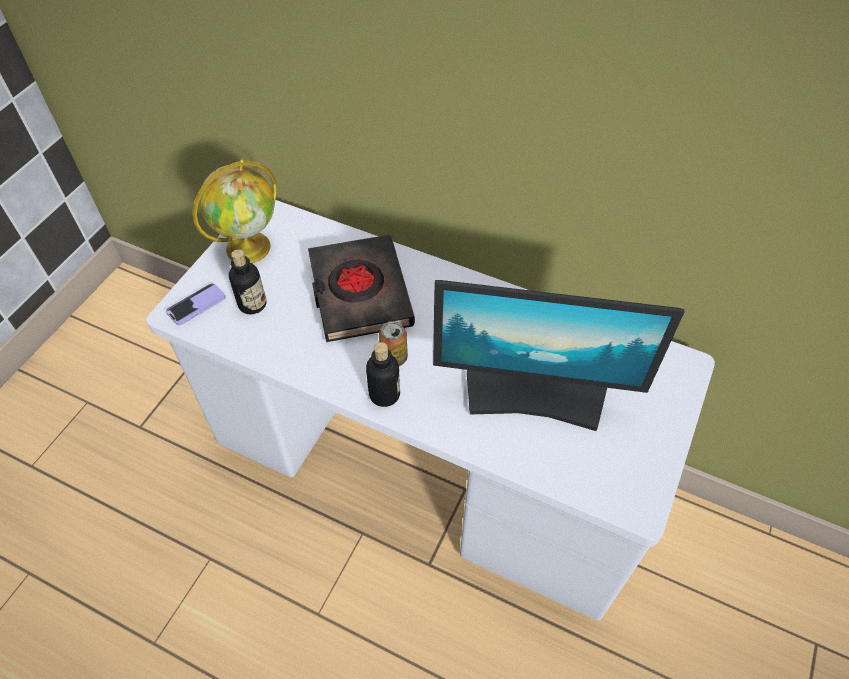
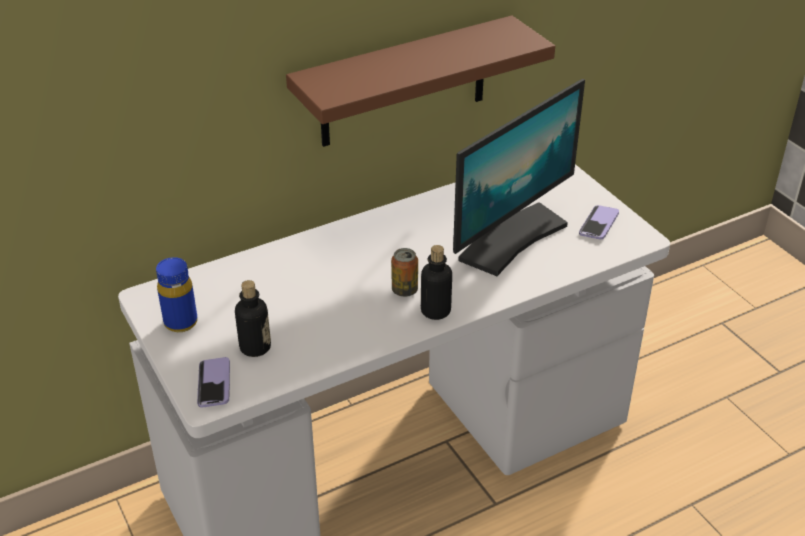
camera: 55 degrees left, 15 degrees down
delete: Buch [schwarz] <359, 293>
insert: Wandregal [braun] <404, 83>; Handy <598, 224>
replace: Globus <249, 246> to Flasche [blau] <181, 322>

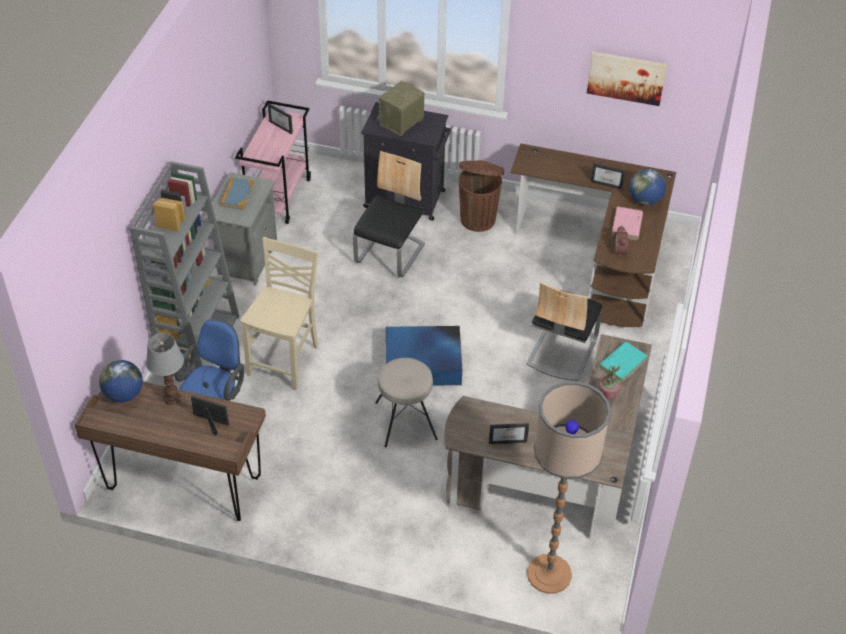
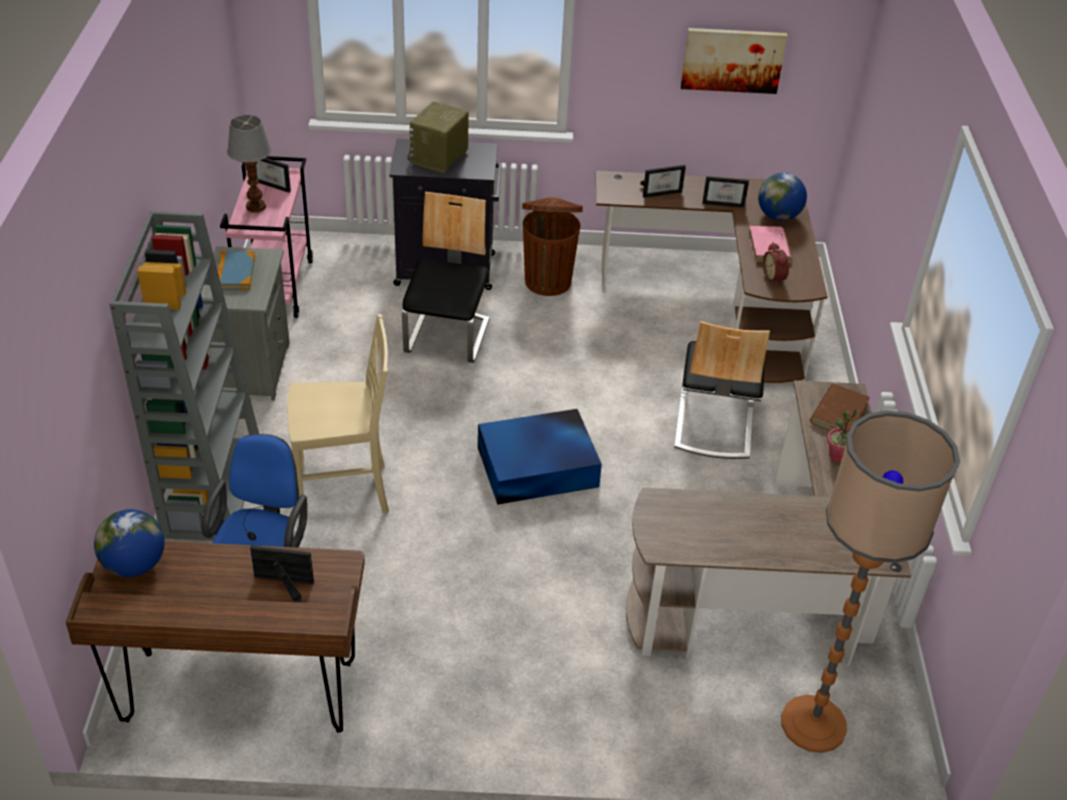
camera: 15 degrees left, 5 degrees down
delete: Hocker [beige] <405, 421>
move: Tischlampe <172, 399> to <256, 207>; Bilderrahmen <508, 439> to <661, 192>
recolor: Buch [türkis] <622, 363> to Buch [braun] <839, 412>
rotate: Stuhl [beige] <285, 360> = <344, 492> 75 degrees clockwise

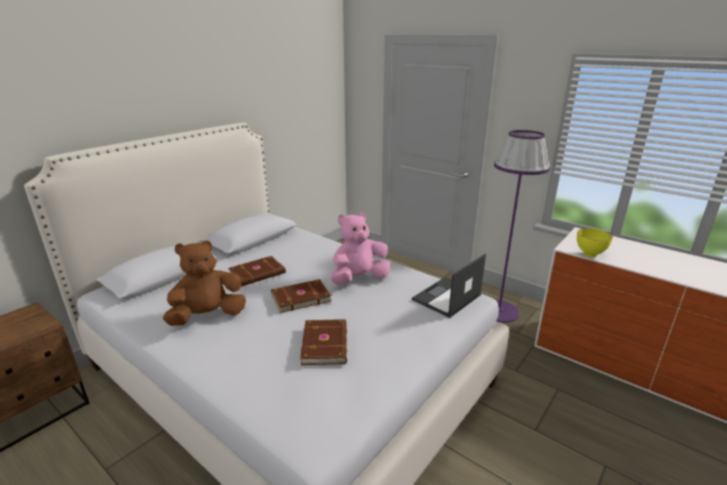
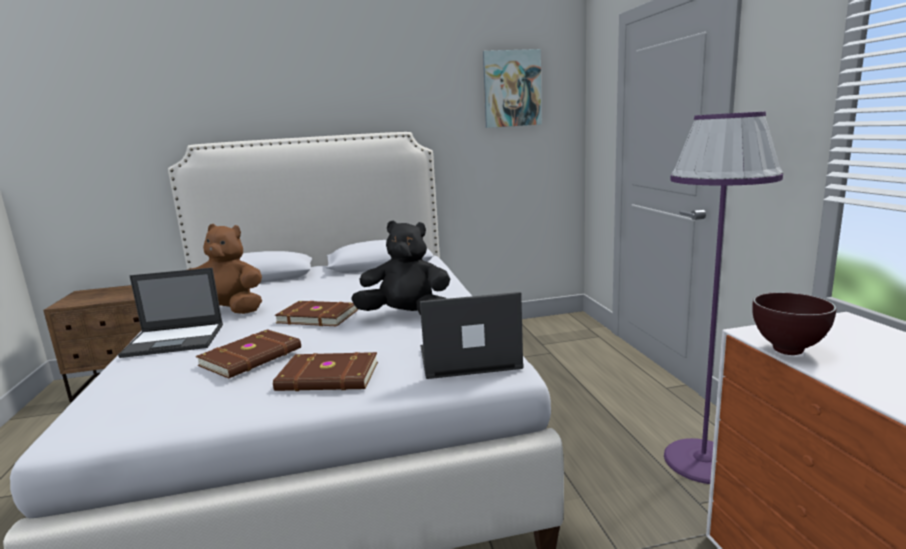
camera: 40 degrees right, 10 degrees down
insert: Laptop <176, 340>; Bild <512, 89>
move: Buch [braun] <258, 273> to <328, 377>
recolor: Plüschtier [rosa] <359, 279> to Plüschtier [schwarz] <407, 316>; Schüssel [gelb] <589, 255> to Schüssel [braun] <786, 351>

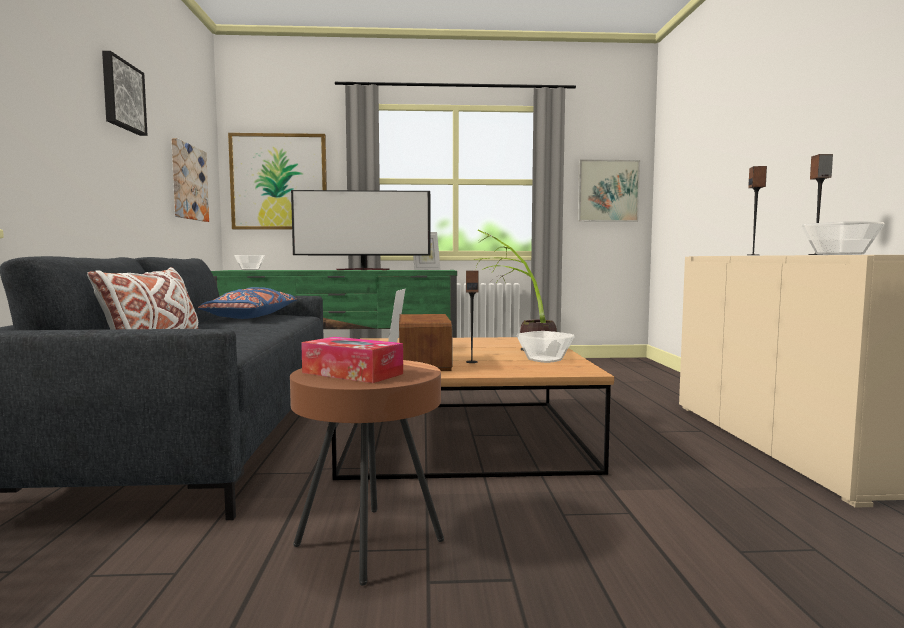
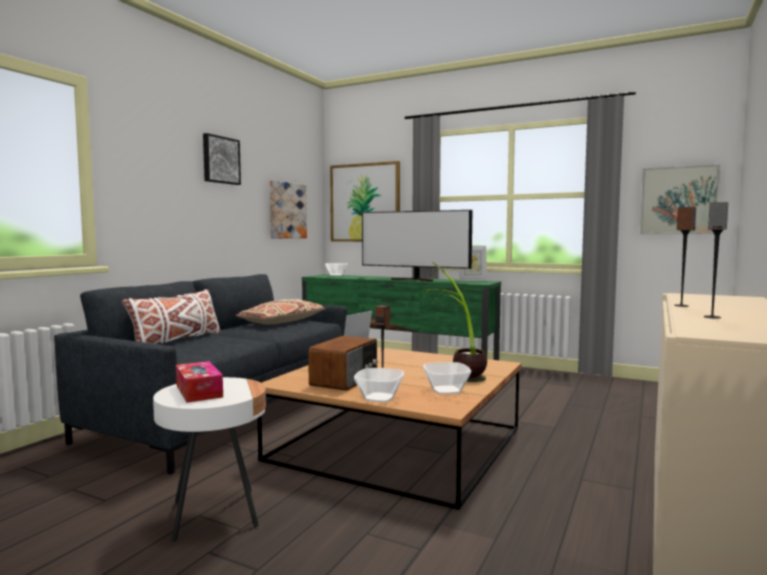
camera: 30 degrees right, 0 degrees up
move: Schüssel <839, 254> to <378, 398>
recolor: Kissen [blau] <252, 317> to Kissen [beige] <282, 322>; Beistelltisch [braun] <369, 543> to Beistelltisch [weiß] <215, 514>

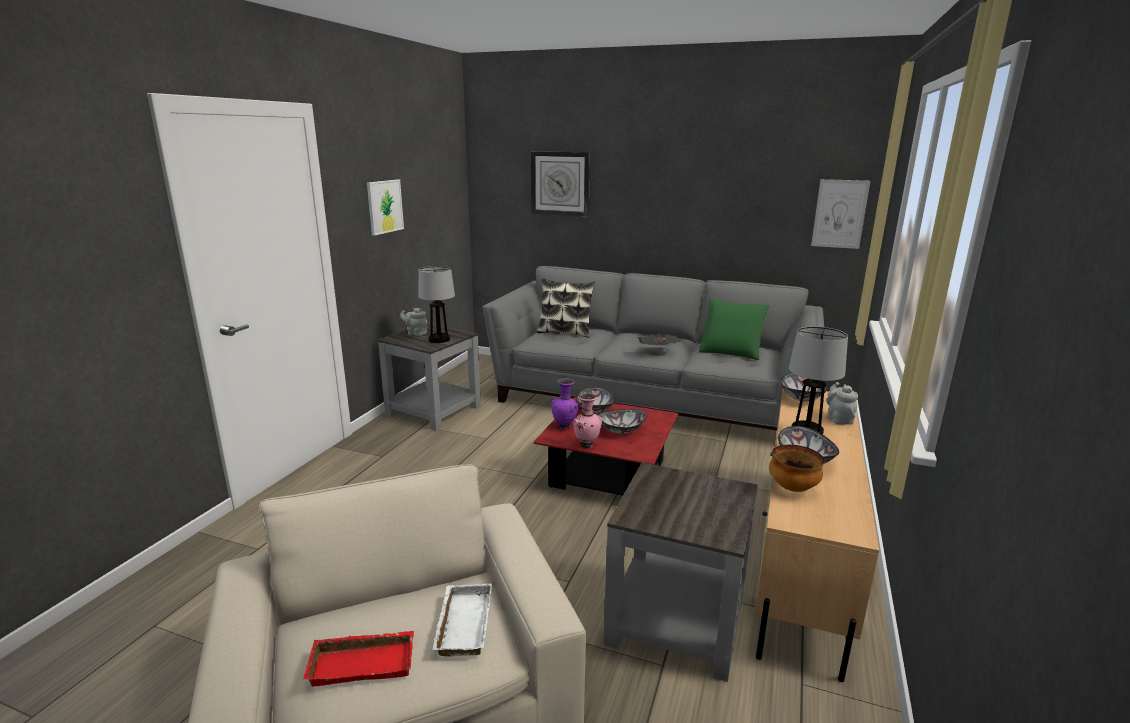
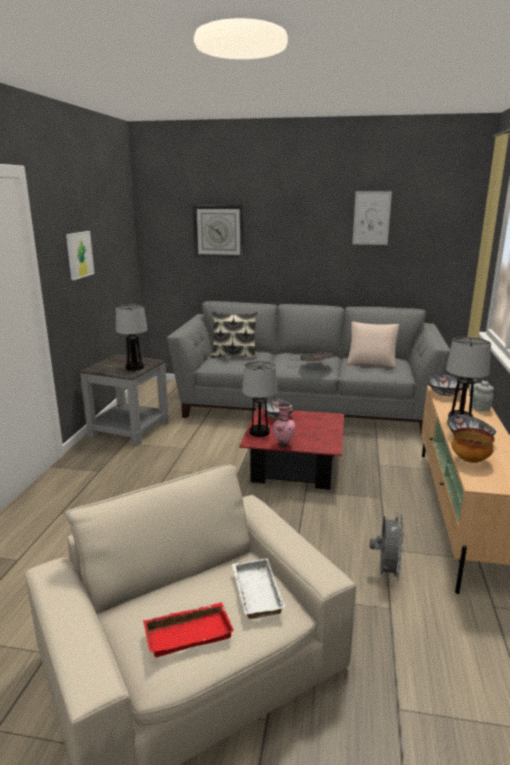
camera: 10 degrees left, 0 degrees up
delete: Teekanne [grau] <415, 333>; Schüssel <621, 430>
move: Bild <839, 214> to <371, 218>
replace: Vase [lila] <565, 427> to Tischlampe <259, 432>; Beistelltisch [grau] <675, 618> to Ventilator [grau] <386, 572>
recolor: Kissen [grün] <731, 351> to Kissen [beige] <371, 362>

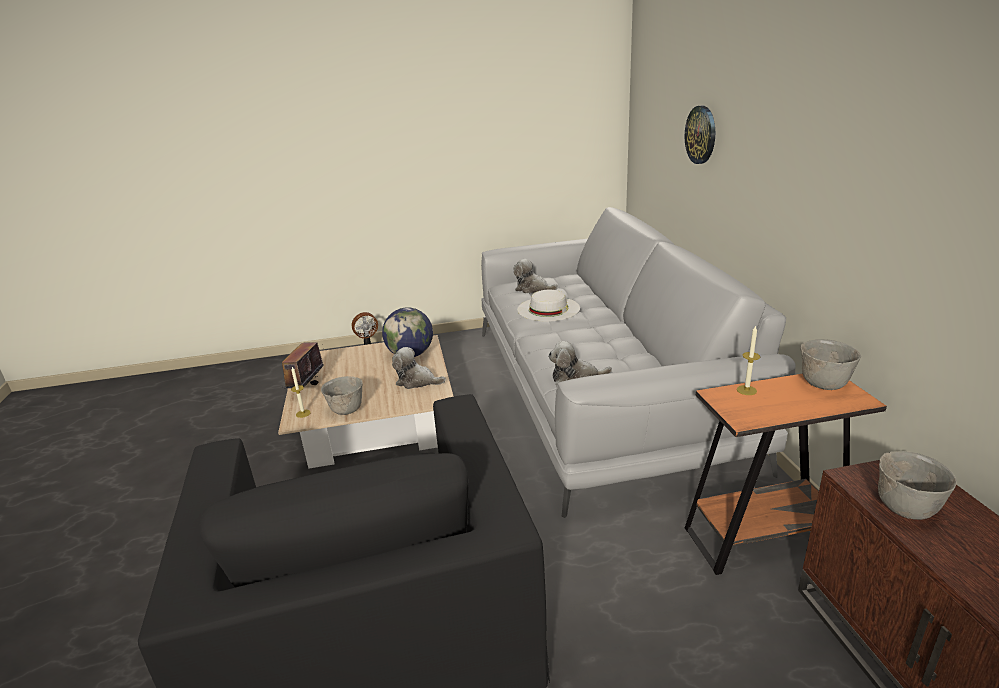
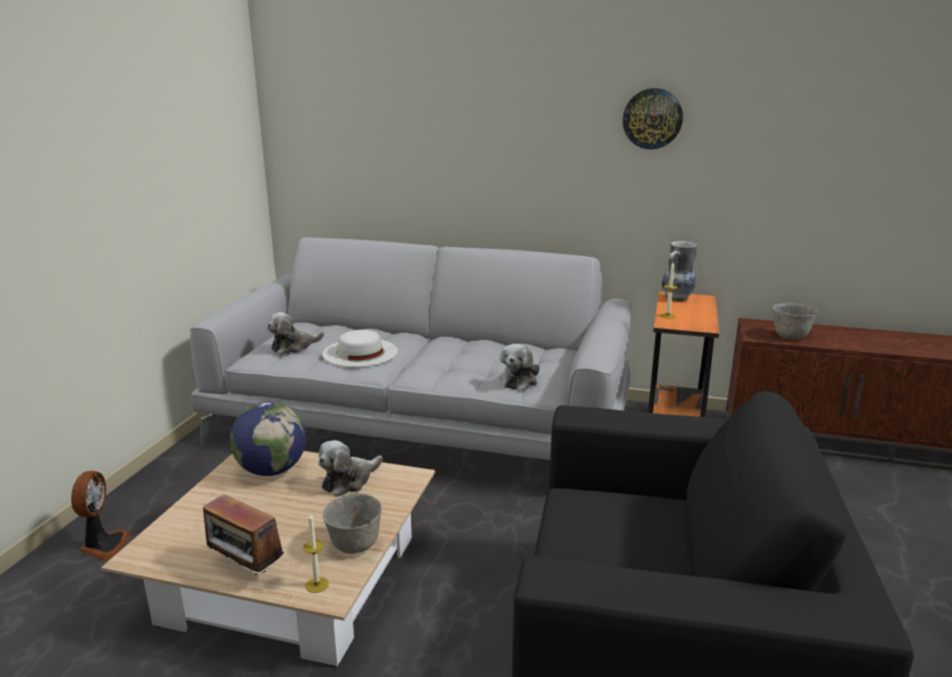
camera: 65 degrees left, 5 degrees down
move: Wanduhr <701, 135> to <652, 118>
replace: Schüssel [grau] <822, 384> to Vase <677, 298>

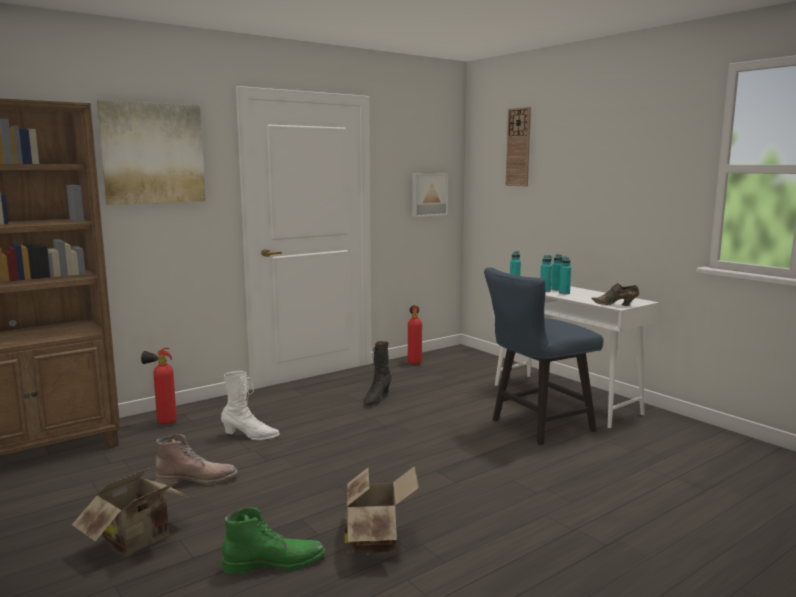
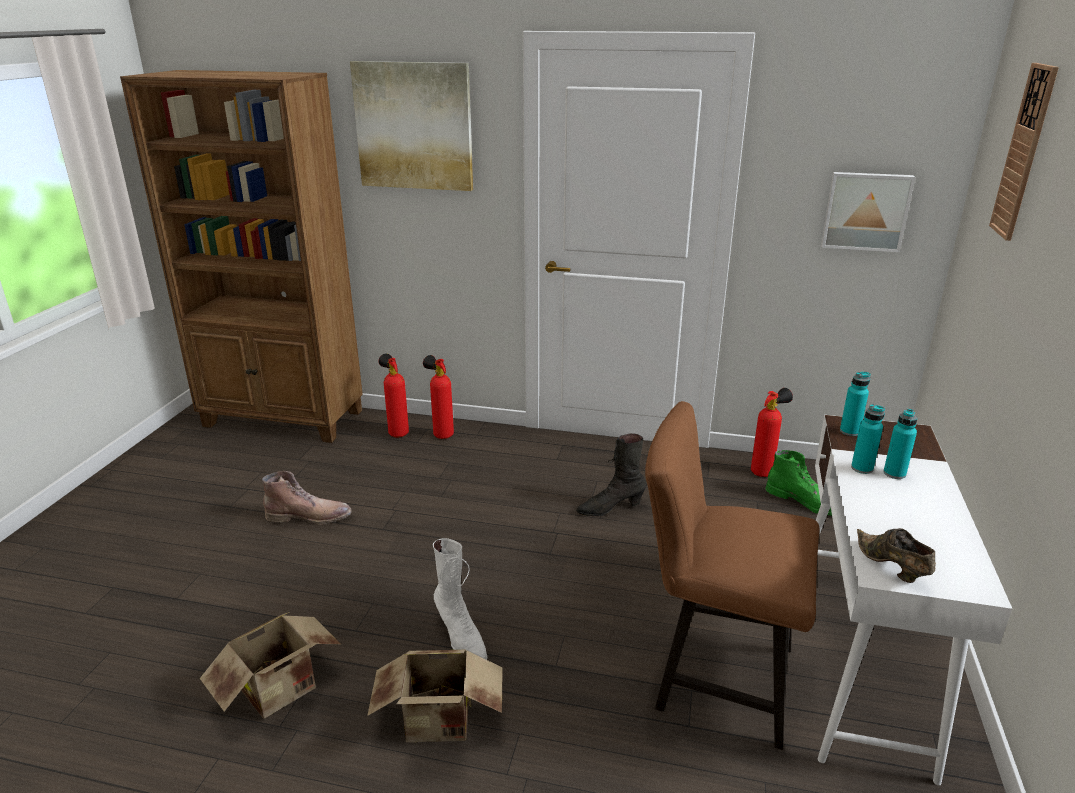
camera: 50 degrees right, 15 degrees up
delete: Flasche [türkis] <564, 293>
insert: Feuerlöscher <441, 434>
move: Karton <140, 540> to <440, 724>; Stiefel [weiß] <250, 436> to <460, 637>; Stiefel [grün] <275, 562> to <806, 501>
recolor: Stuhl [blau] <536, 426> to Stuhl [braun] <712, 677>
rotate: Stiefel [braun] <197, 479> = <310, 516> 45 degrees counterclockwise

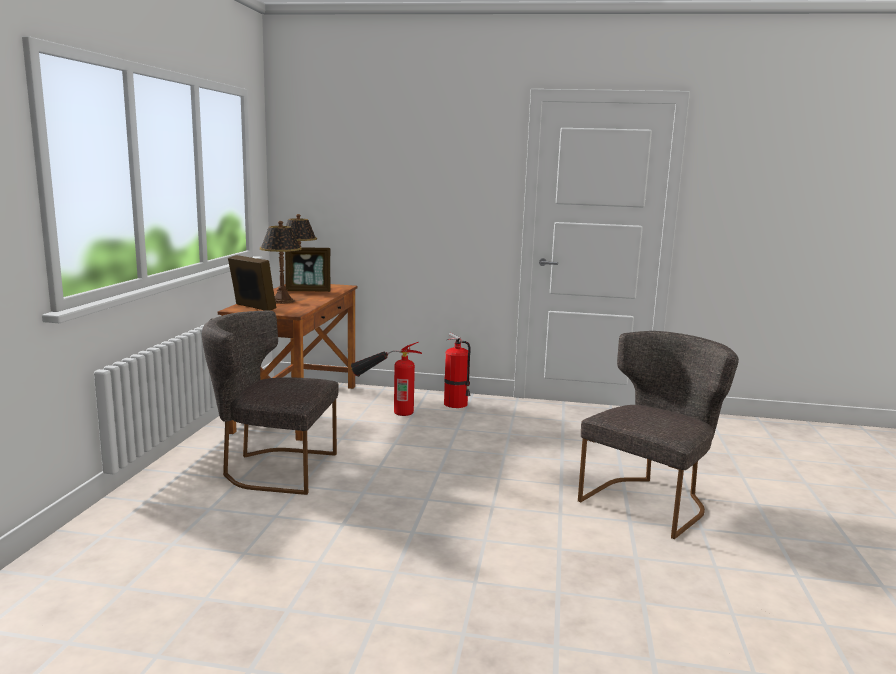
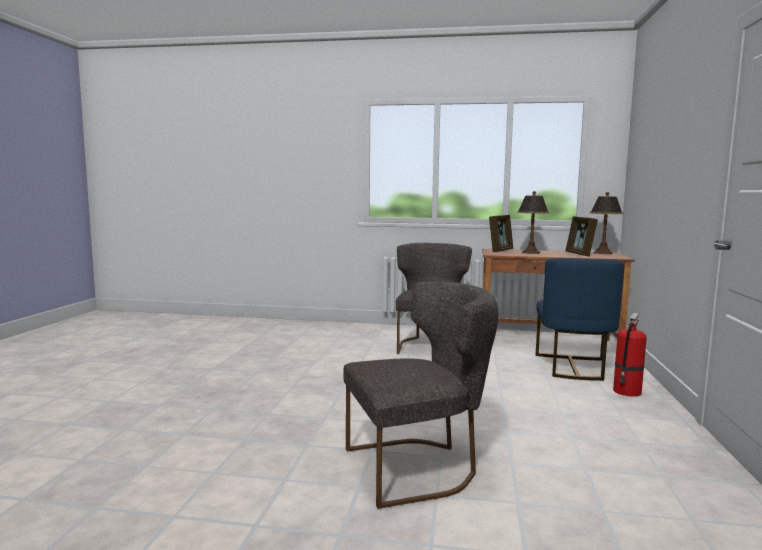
camera: 90 degrees right, 5 degrees down
replace: Feuerlöscher <385, 410> to Stuhl [blau] <572, 367>
rotate: Stuhl [grau] <650, 501> = <418, 467> 60 degrees counterclockwise

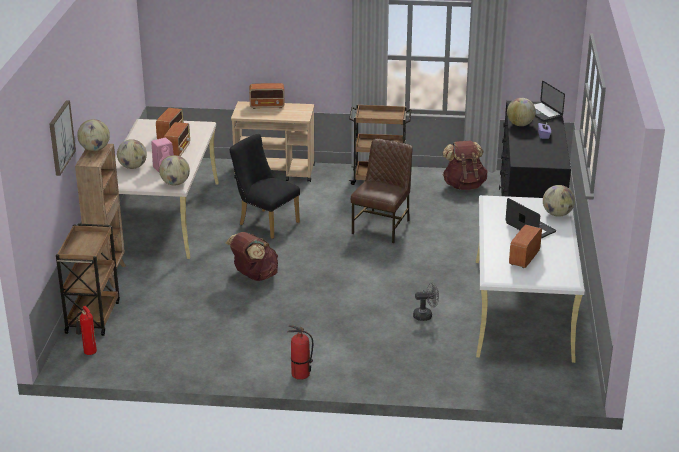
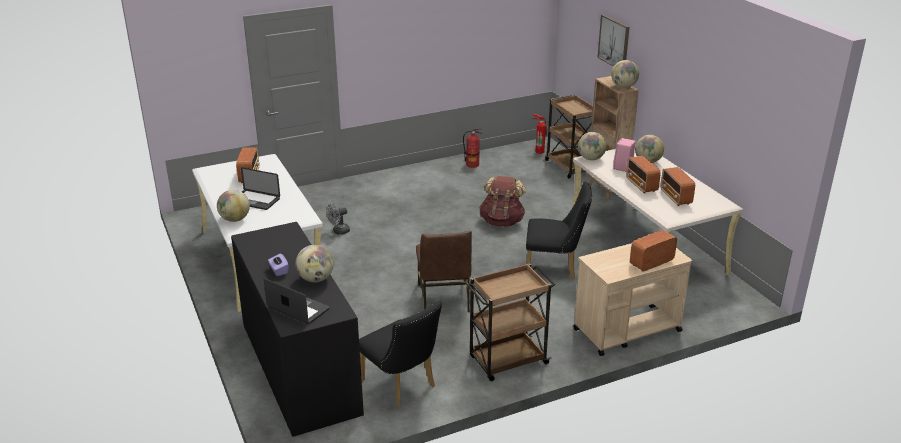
camera: 150 degrees right, 0 degrees up
move: Feuerlöscher <300, 374> to <472, 165>
replace: Rucksack [braun] <464, 185> to Stuhl [schwarz] <402, 386>

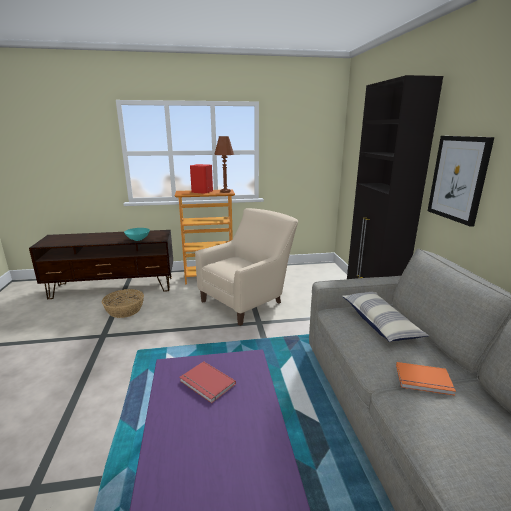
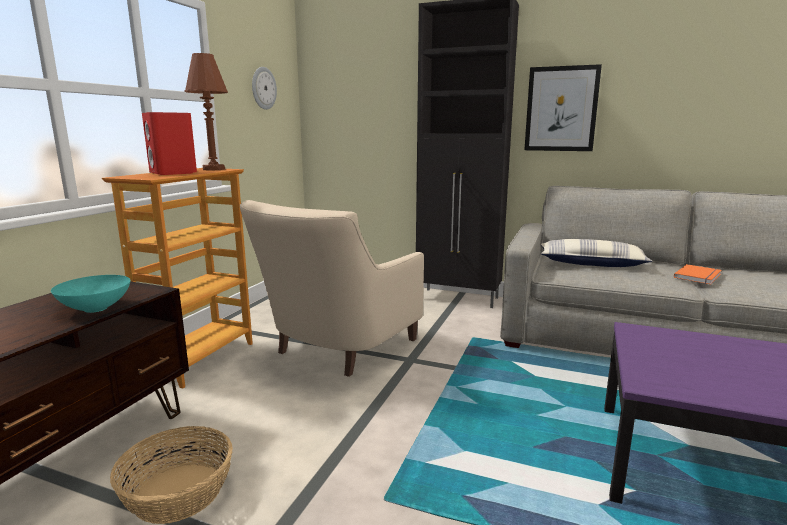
camera: 60 degrees left, 5 degrees down
delete: Buch [rot] <206, 384>
insert: Wanduhr <263, 88>
rotate: Sessel [beige] <248, 300> = <336, 349> 135 degrees counterclockwise

